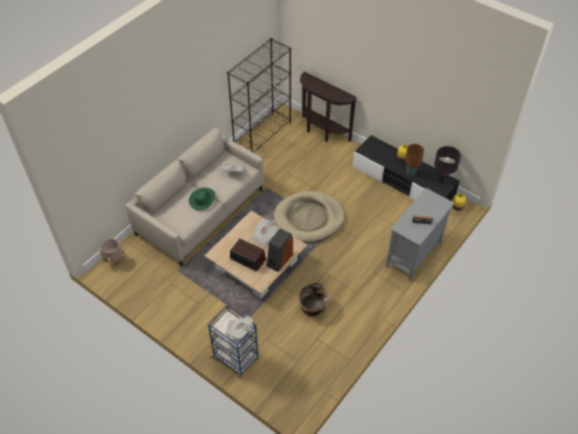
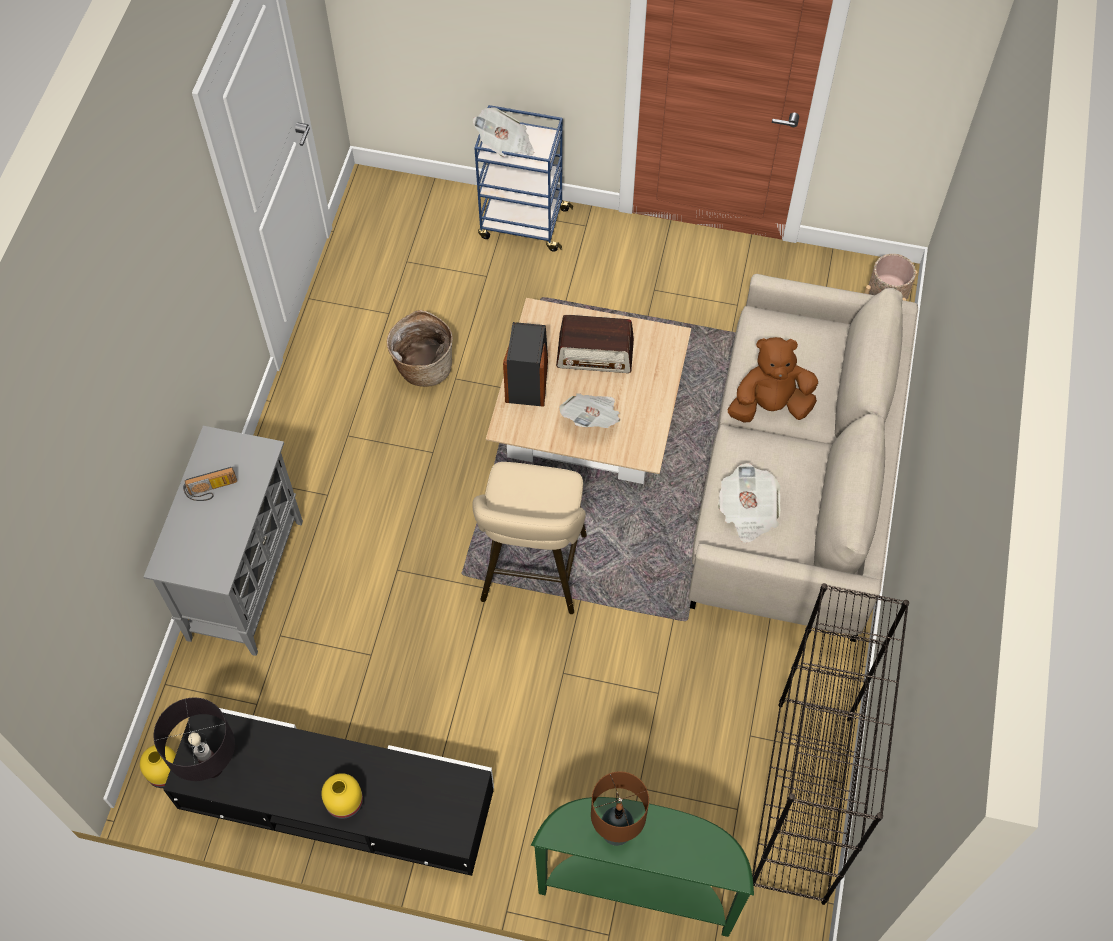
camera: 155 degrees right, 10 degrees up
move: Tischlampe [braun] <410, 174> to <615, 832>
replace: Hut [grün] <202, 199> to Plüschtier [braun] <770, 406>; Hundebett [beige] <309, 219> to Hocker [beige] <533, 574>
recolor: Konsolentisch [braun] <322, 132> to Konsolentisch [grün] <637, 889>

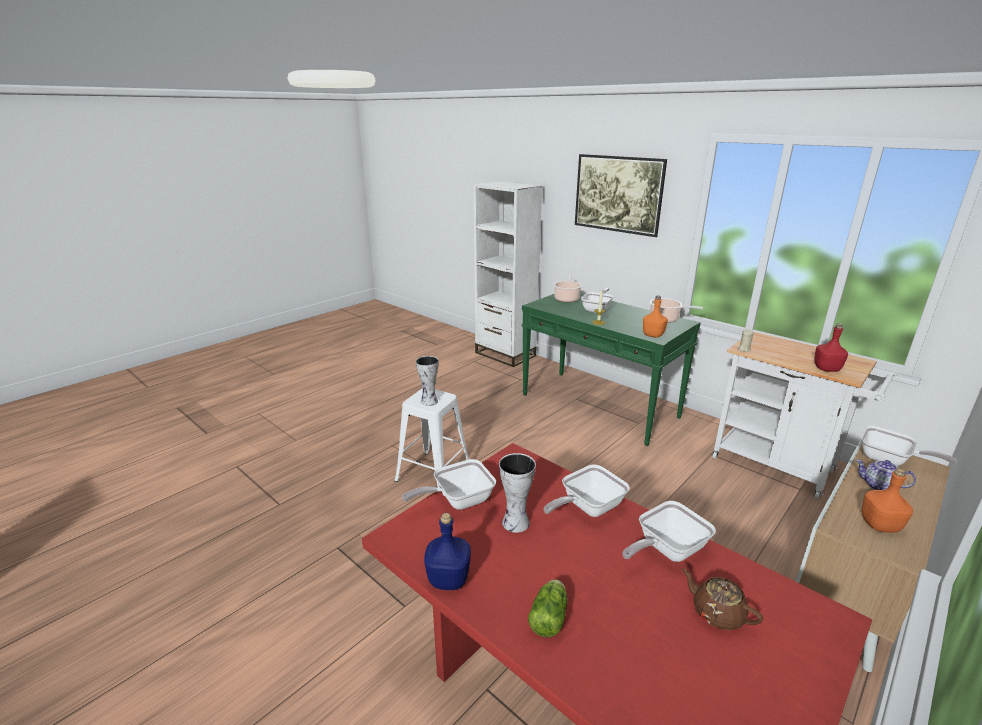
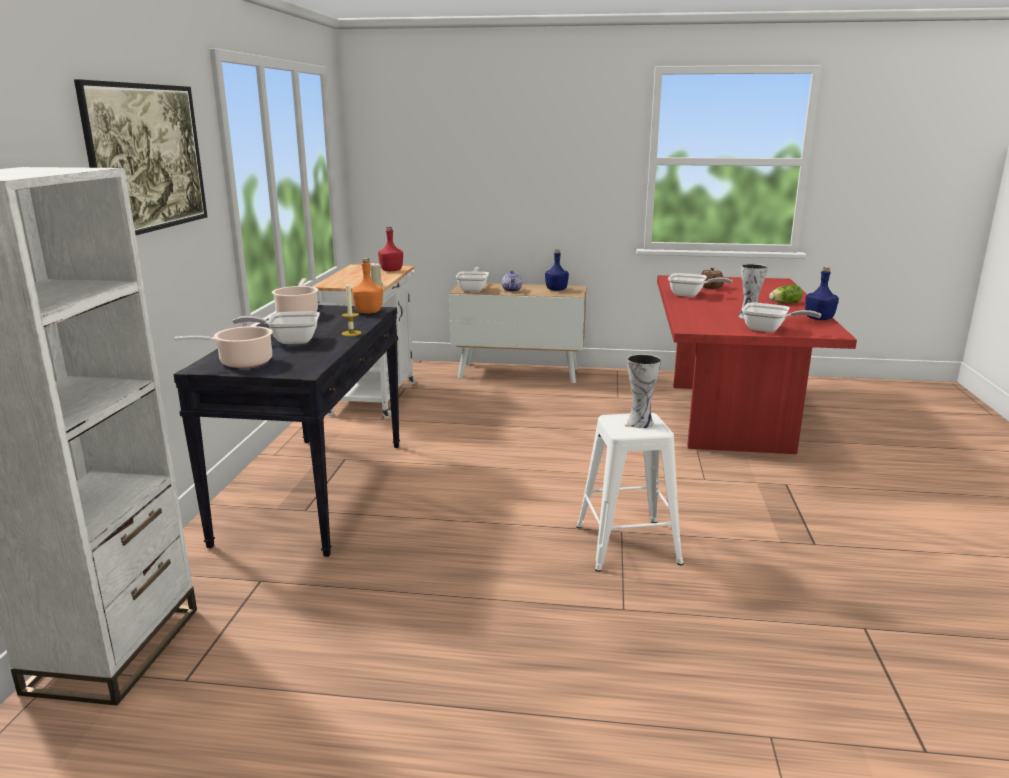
camera: 125 degrees left, 5 degrees down
delete: Pfanne <587, 508>
recolor: Konsolentisch [grün] <599, 406> to Konsolentisch [schwarz] <315, 489>; Flasche [orange] <879, 524> to Flasche [blau] <556, 290>

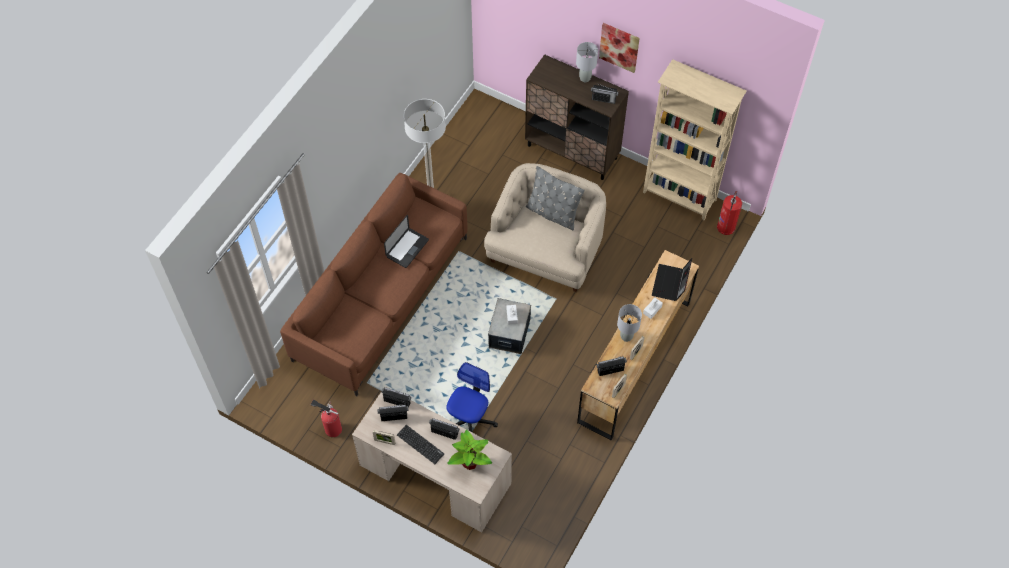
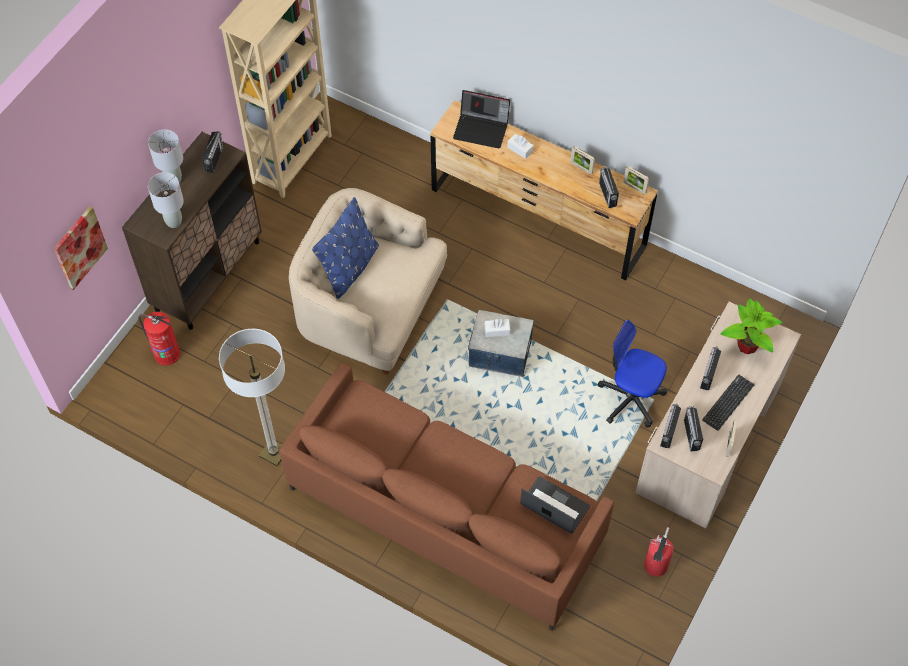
camera: 90 degrees left, 0 degrees up
move: Laptop <407, 248> to <555, 506>; Bild <619, 47> to <80, 247>; Tischlampe [grau] <626, 337> to <174, 222>; Feuerlöscher <726, 226> to <166, 353>
recolor: Kissen [grau] <553, 213> to Kissen [blau] <350, 268>

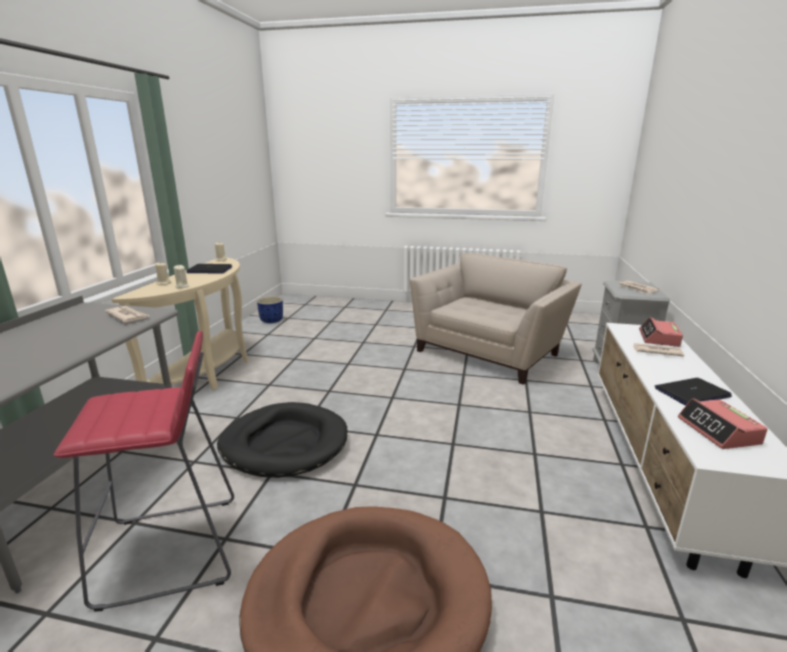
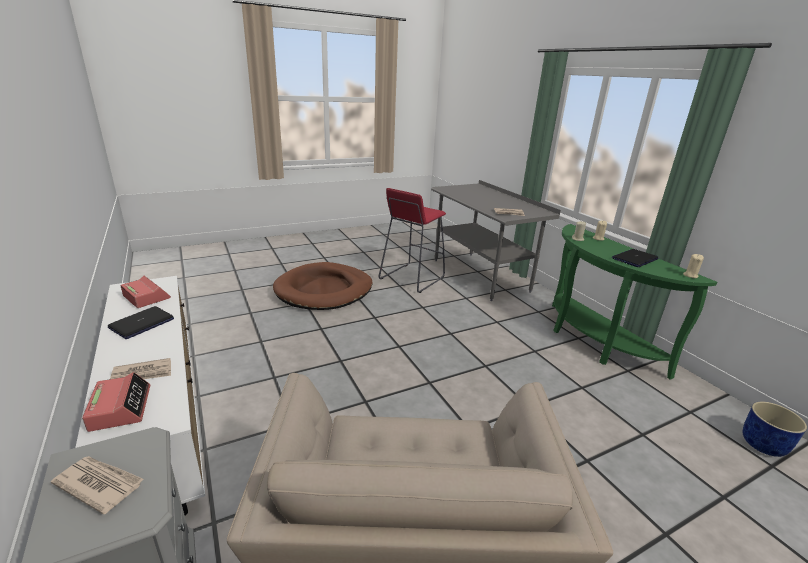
camera: 140 degrees right, 5 degrees up
delete: Hundebett [schwarz] <284, 443>
recolor: Konsolentisch [beige] <210, 373> to Konsolentisch [grün] <592, 341>

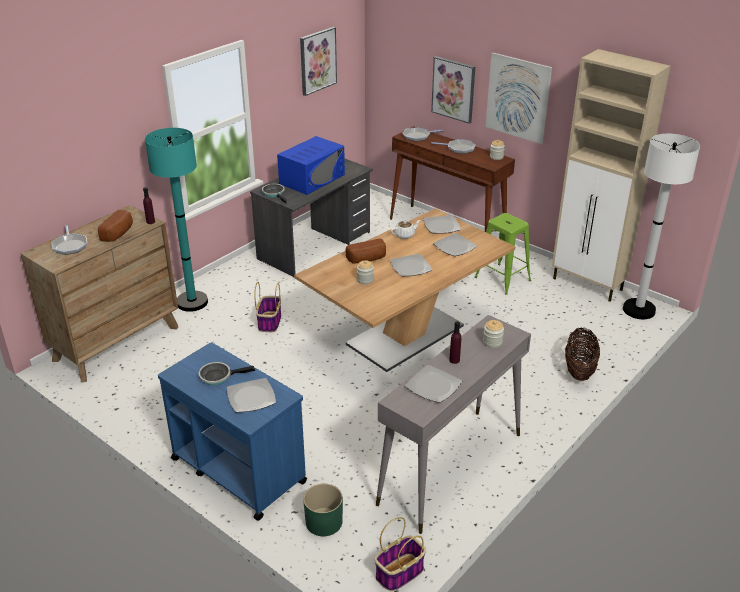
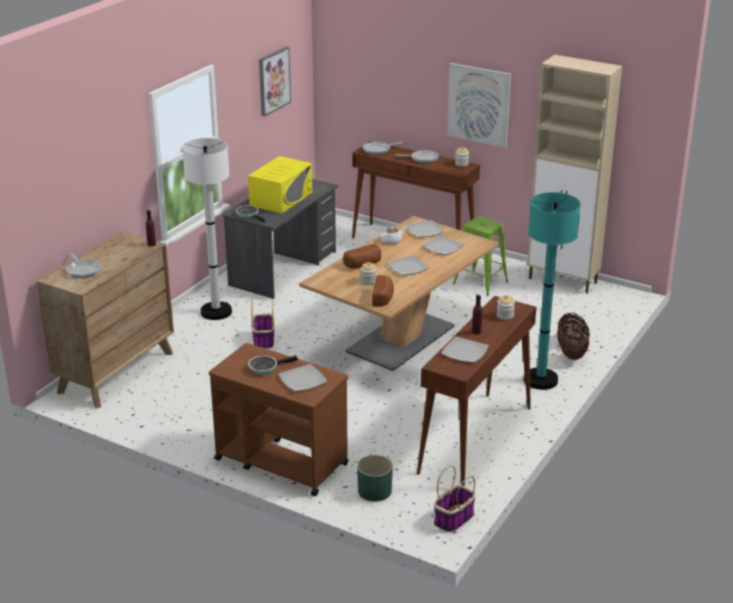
camera: 10 degrees left, 5 degrees down
delete: Bild <453, 89>
move: Brot <119, 233> to <383, 298>; Stehlampe [türkis] <192, 302> to <540, 380>; Stehlampe [weiß] <639, 310> to <216, 312>
recolor: Rollwagen [blau] <237, 470> to Rollwagen [braun] <280, 461>; Mikrowelle [blau] <312, 179> to Mikrowelle [gelb] <281, 199>; Konsolentisch [grau] <450, 469> to Konsolentisch [braun] <475, 440>

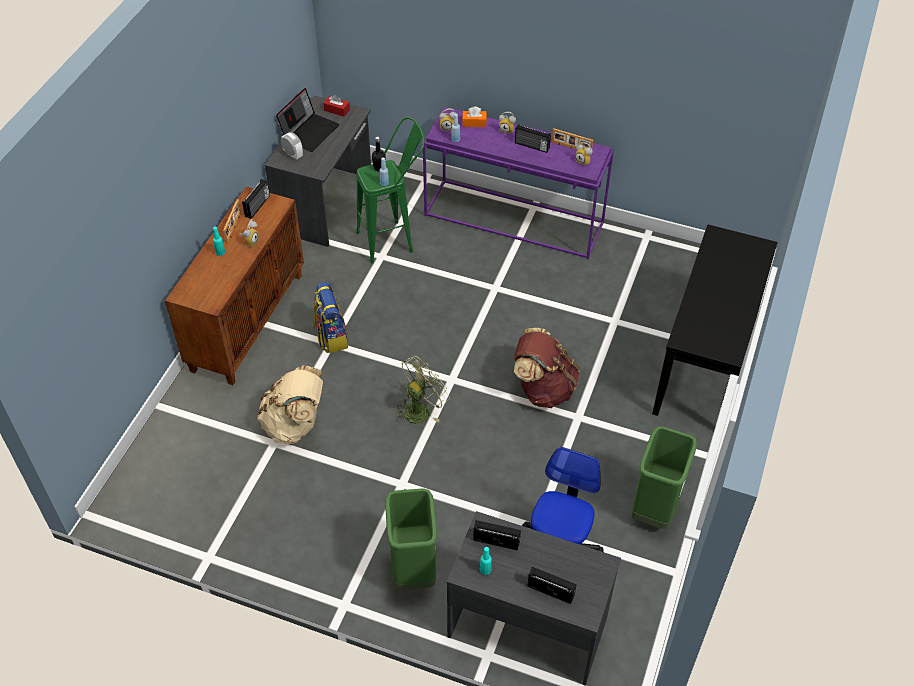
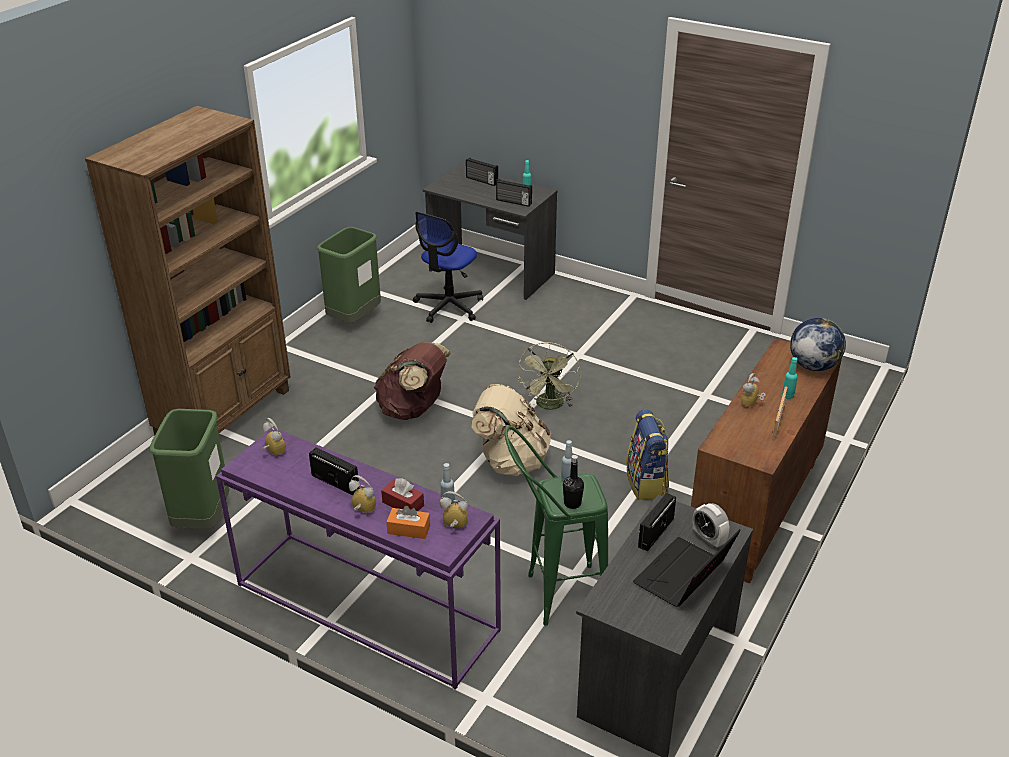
camera: 170 degrees left, 15 degrees down
delete: Bilderrahmen <571, 148>
insert: Globus <813, 366>
move: Radio <258, 206> to <654, 532>; Rucksack [beige] <295, 424> to <511, 461>; Taschentuchbox [rot] <337, 110> to <403, 504>; Mülleimer [grün] <413, 570> to <202, 519>
replace: Konsolentisch [schwarz] <706, 362> to Bücherregal [braun] <226, 413>
rotate: Ventilator [grün] <420, 409> = <550, 406> 45 degrees counterclockwise

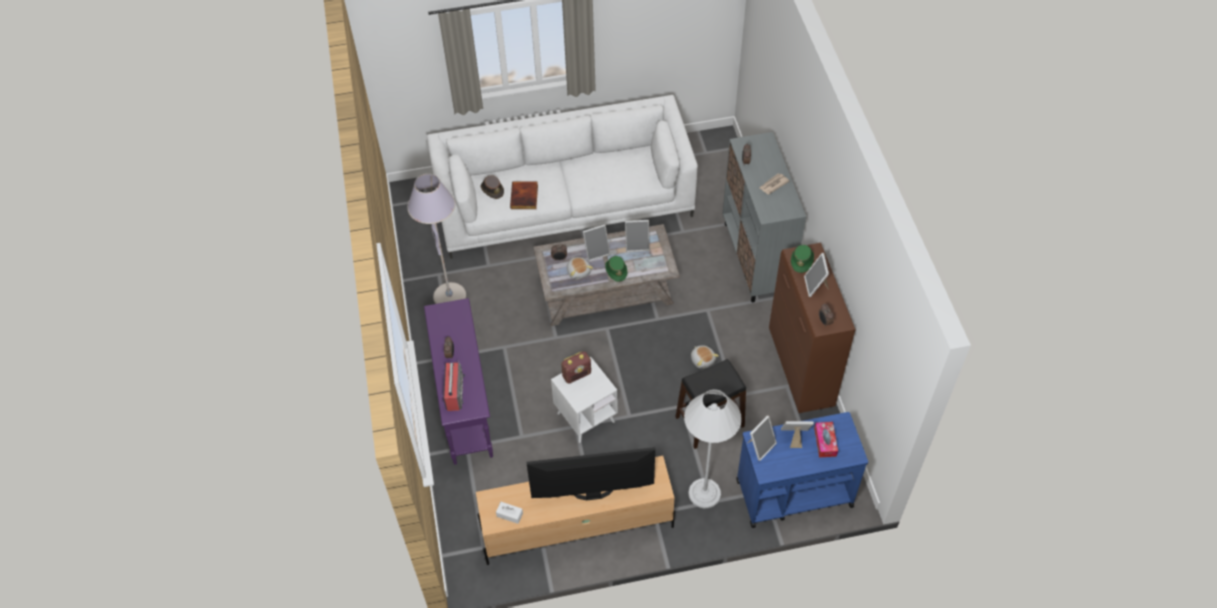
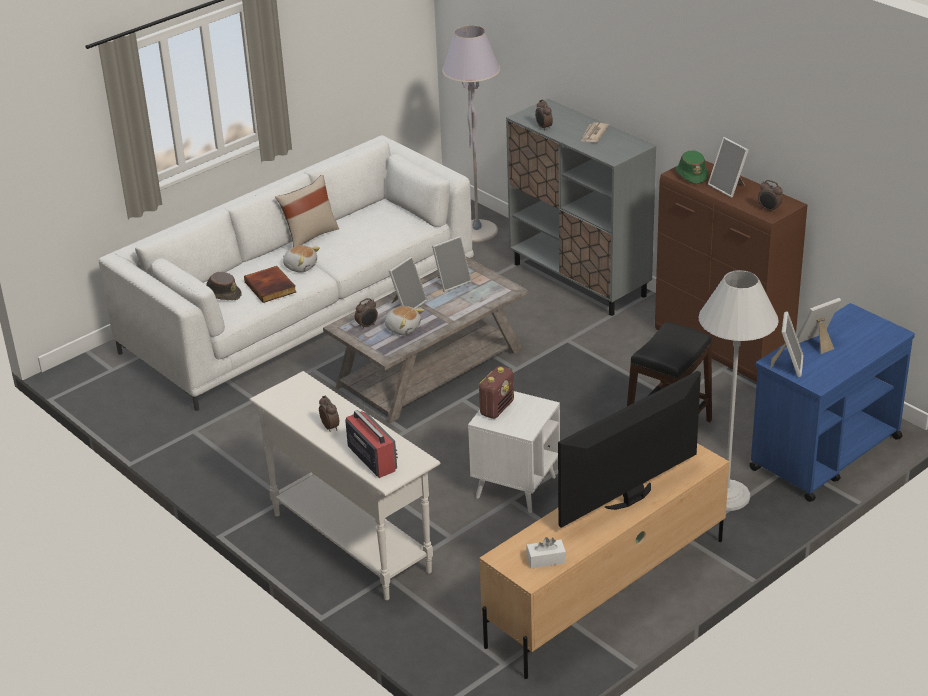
camera: 30 degrees left, 20 degrees down
delete: Hut [grün] <616, 270>; Taschentuchbox <825, 442>
insert: Kissen [beige] <309, 236>
move: Stehlampe [grau] <450, 297> to <477, 232>; Plüschtier <703, 359> to <300, 266>
recolor: Konsolentisch [lila] <465, 409> to Konsolentisch [weiß] <351, 542>

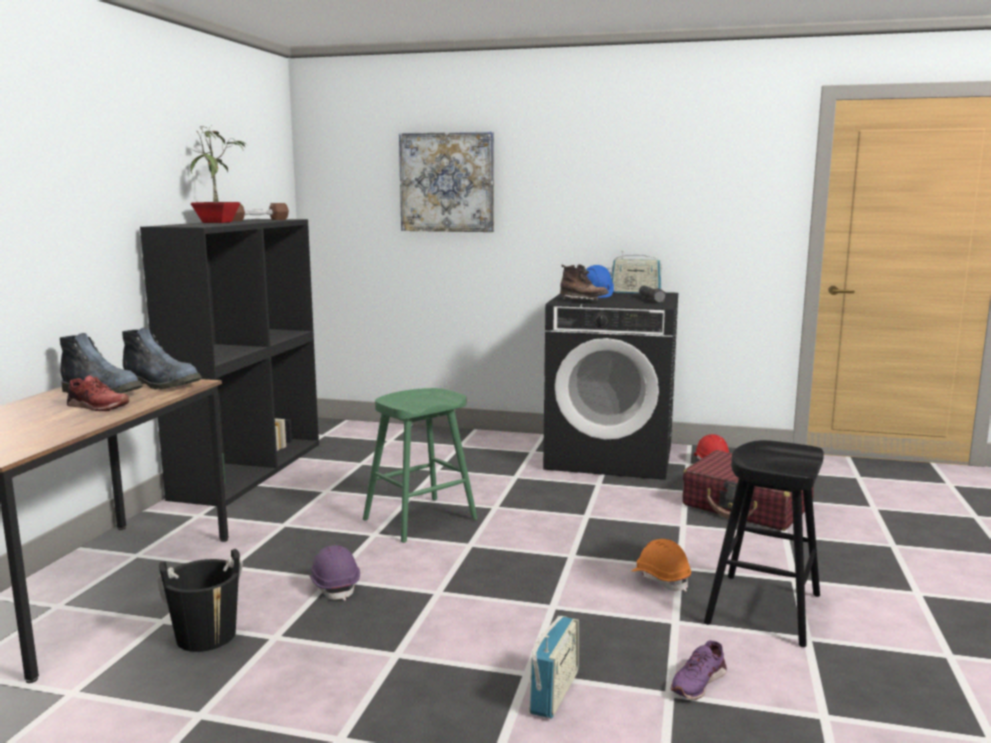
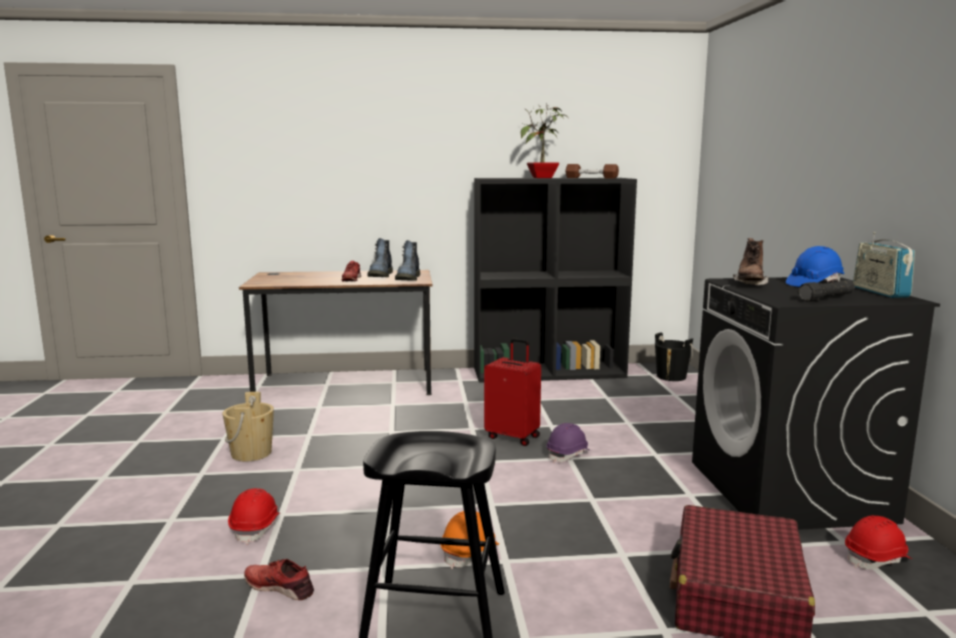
camera: 70 degrees right, 0 degrees up
delete: Bild <447, 182>
insert: Eimer [beige] <251, 453>
move: Eimer [schwarz] <206, 636> to <671, 377>; Schutzhelm [lila] <335, 586> to <568, 455>
replace: Hocker [grün] <419, 519> to Koffer [rot] <513, 436>; Radio <554, 692> to Schutzhelm [rot] <256, 527>
recolor: Schuh [lila] <697, 682> to Schuh [rot] <280, 587>

